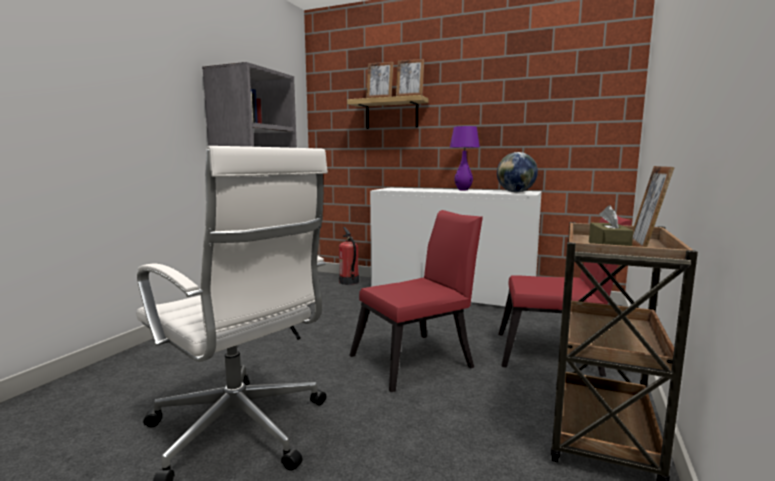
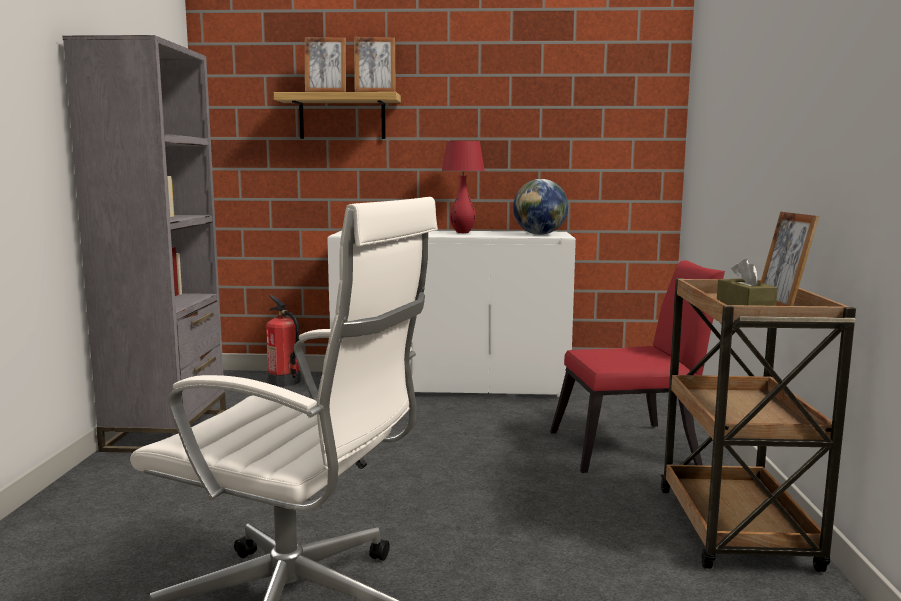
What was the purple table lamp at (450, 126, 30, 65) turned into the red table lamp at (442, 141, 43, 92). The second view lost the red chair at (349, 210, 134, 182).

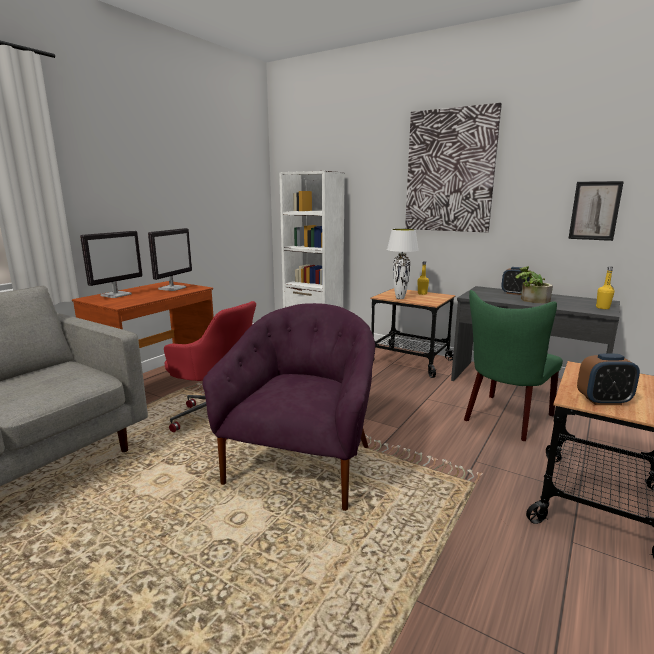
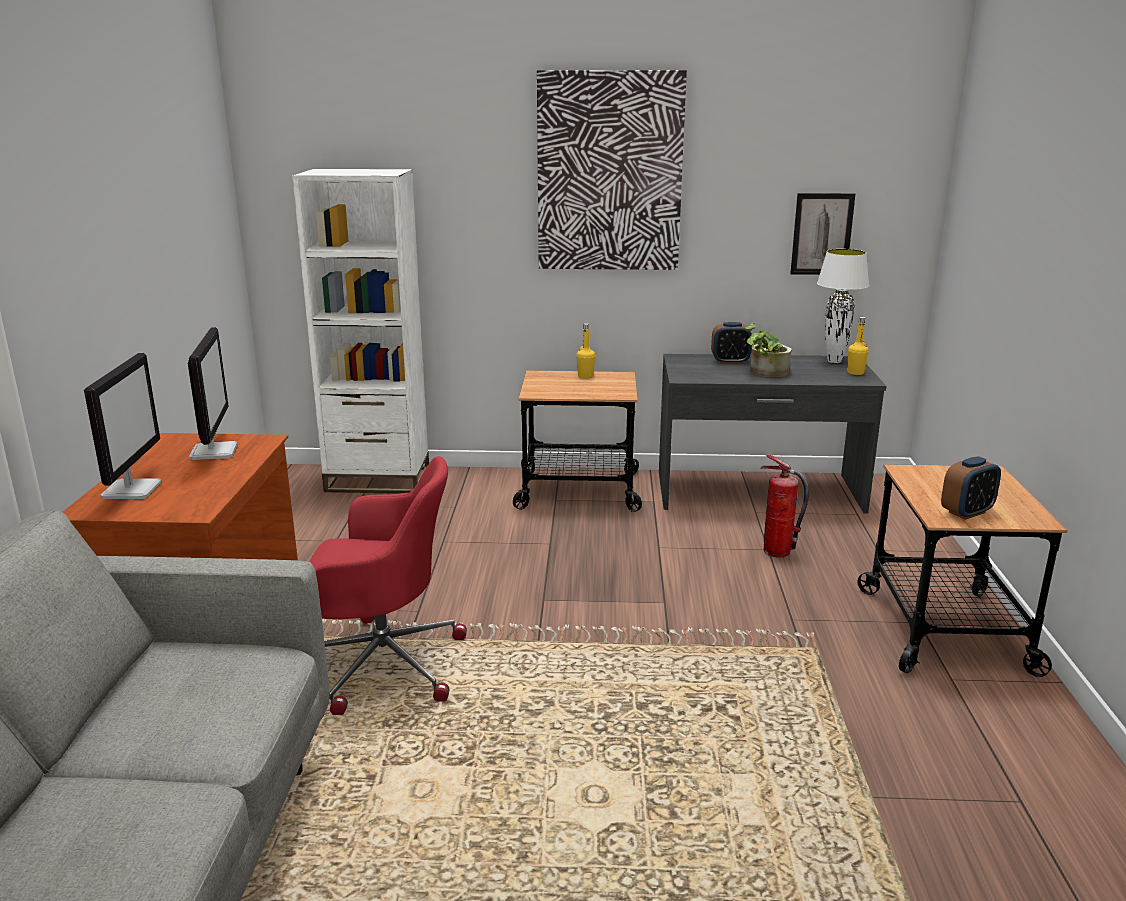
Where the green chair stood at (464, 290, 99, 151), the fire extinguisher came to stand at (760, 455, 49, 102). The white table lamp ended up elsewhere, having gone from (387, 229, 31, 70) to (817, 249, 52, 114). The second view lost the purple armchair at (202, 303, 173, 208).

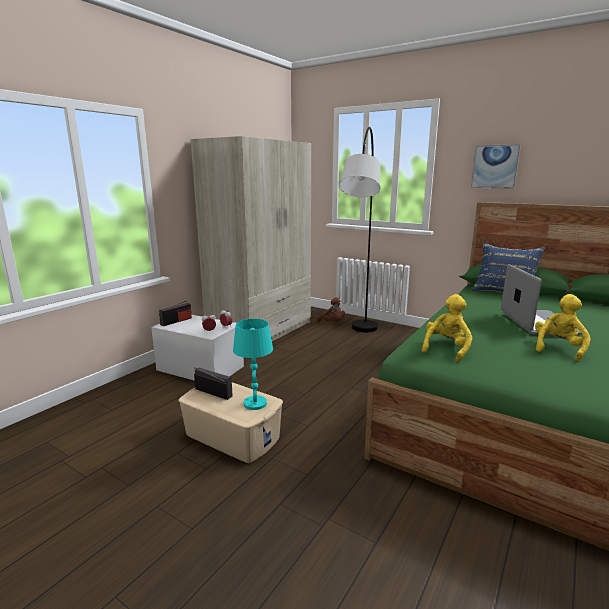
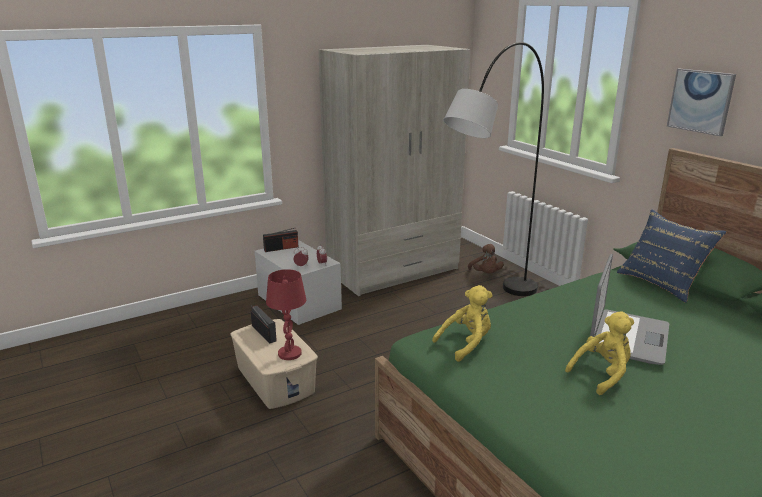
What was the turquoise table lamp at (233, 319, 40, 91) turned into the red table lamp at (266, 269, 40, 91).

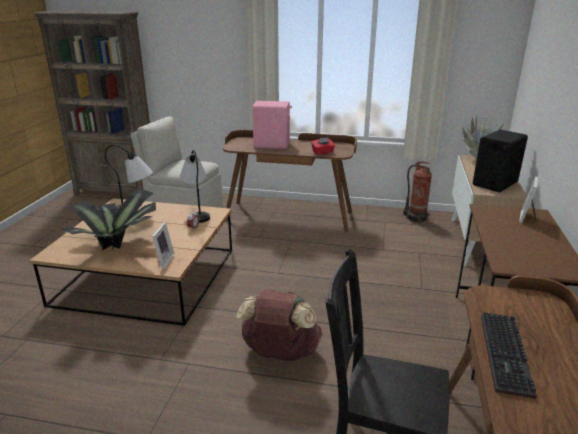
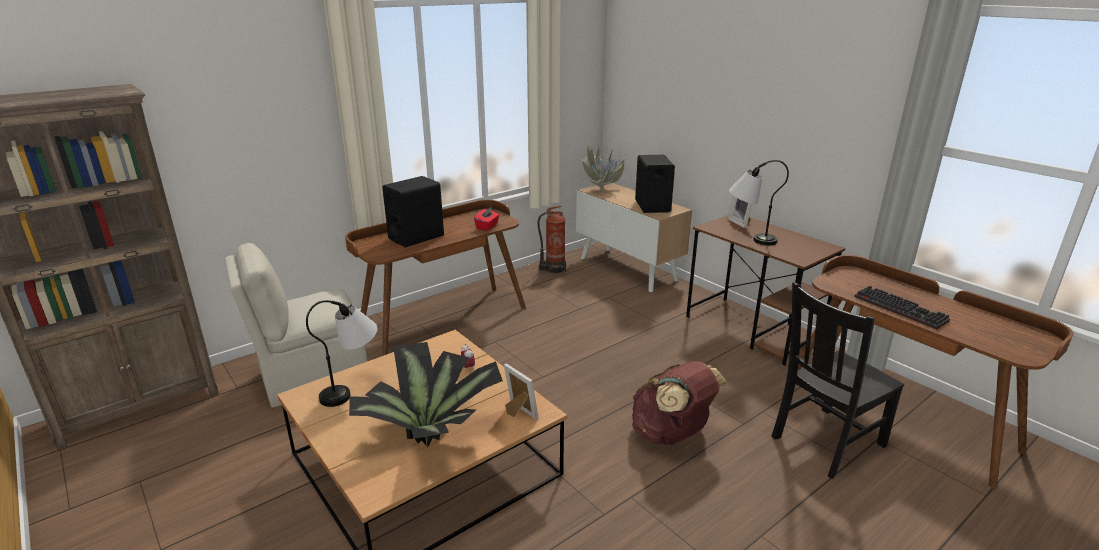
What was the pink speaker at (252, 101, 40, 48) turned into the black speaker at (382, 176, 62, 71). The table lamp ended up elsewhere, having gone from (180, 150, 30, 73) to (729, 160, 60, 85).

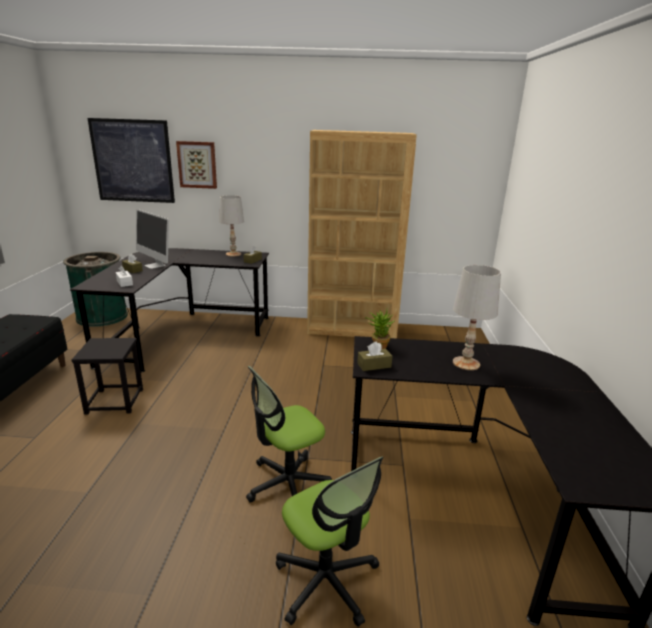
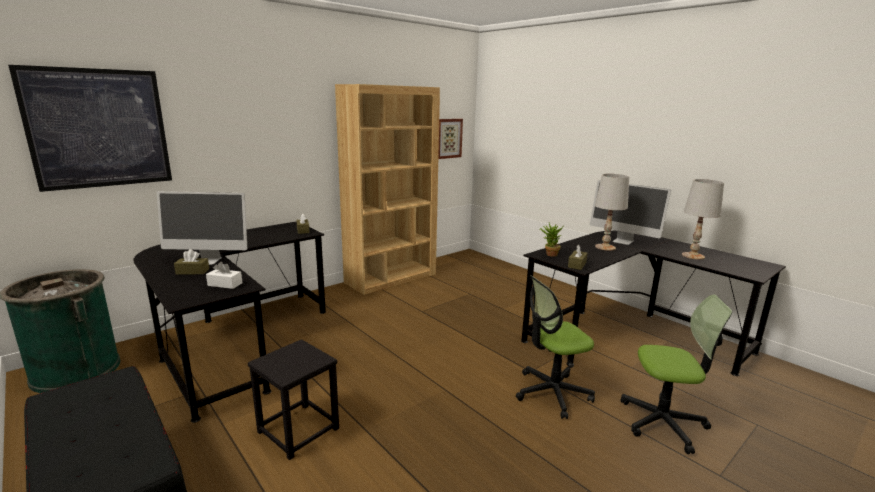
The picture ended up elsewhere, having gone from (176, 141, 41, 48) to (438, 119, 25, 40). The office chair at (246, 366, 86, 136) ended up facing another way, 60 degrees clockwise from before. The second view gained the monitor at (590, 180, 81, 65). The white table lamp ended up elsewhere, having gone from (219, 195, 25, 62) to (682, 179, 42, 81).

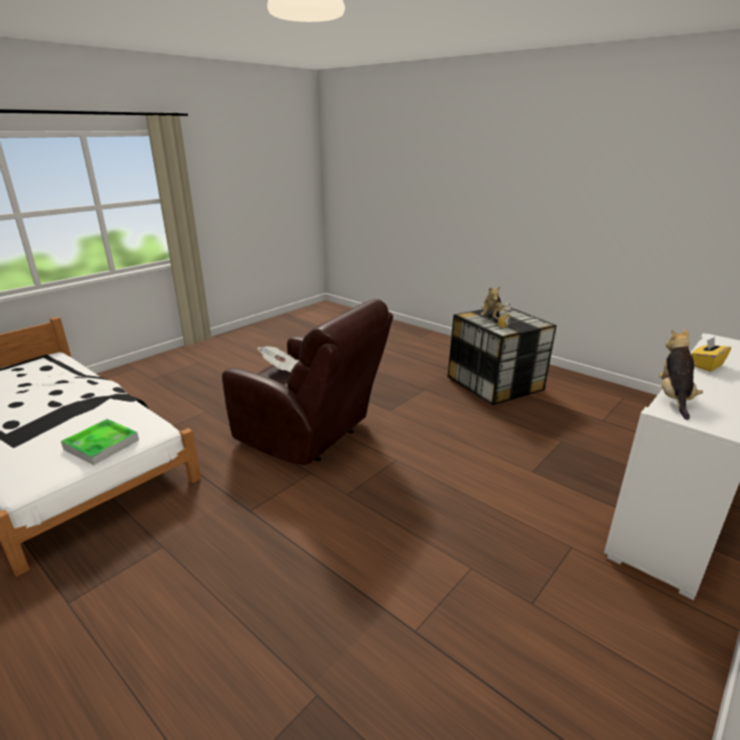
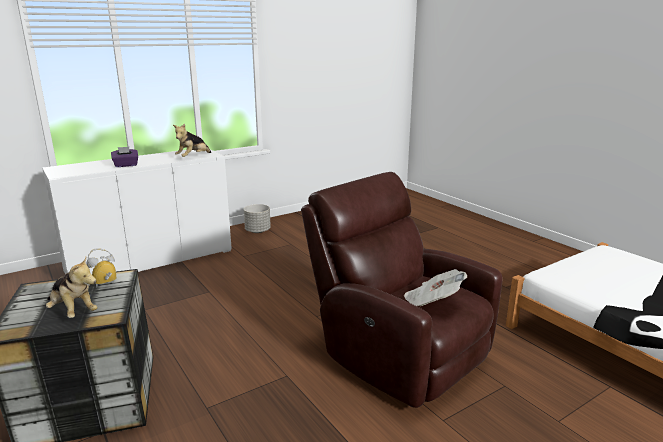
The plush toy at (481, 286, 22, 32) ended up facing another way, 90 degrees clockwise from before. What was the yellow tissue box at (692, 337, 39, 34) turned into the purple tissue box at (111, 147, 27, 20). The second view gained the grey planter at (244, 204, 27, 29). The second view lost the tray at (61, 419, 78, 46).

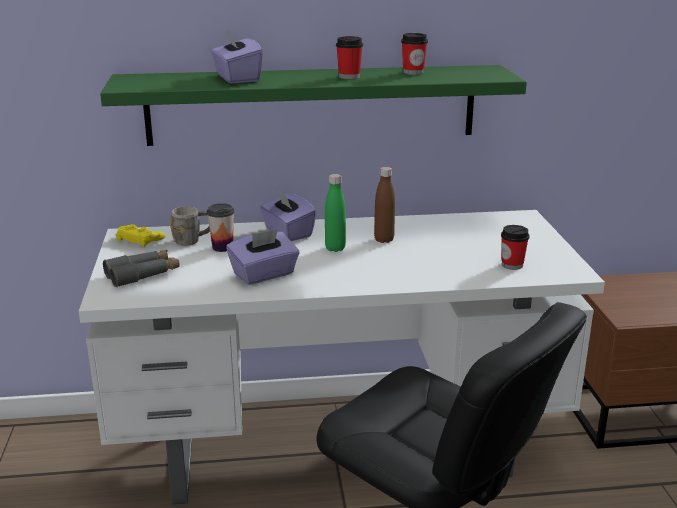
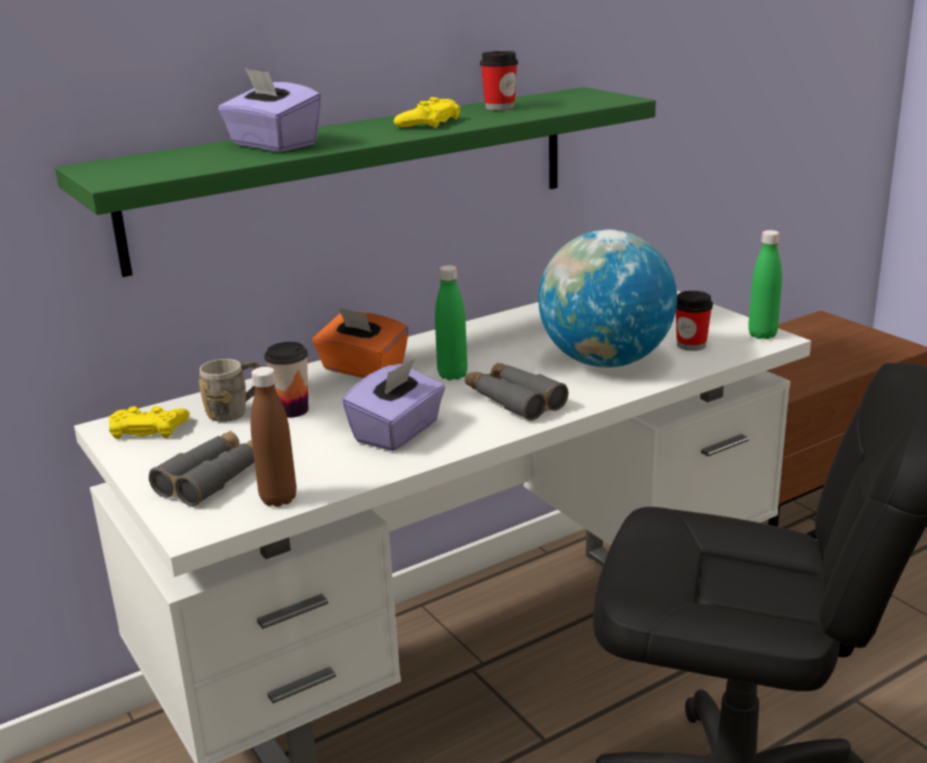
The brown bottle ended up elsewhere, having gone from (374, 167, 21, 76) to (251, 367, 46, 140). What was the purple tissue box at (260, 188, 56, 53) turned into the orange tissue box at (312, 307, 97, 72). Where the cup stood at (336, 36, 27, 43), the yellow game controller came to stand at (394, 97, 67, 31). The second view gained the grey binoculars at (465, 362, 103, 59). The second view gained the globe at (538, 230, 139, 138). The second view gained the green bottle at (748, 230, 34, 109).

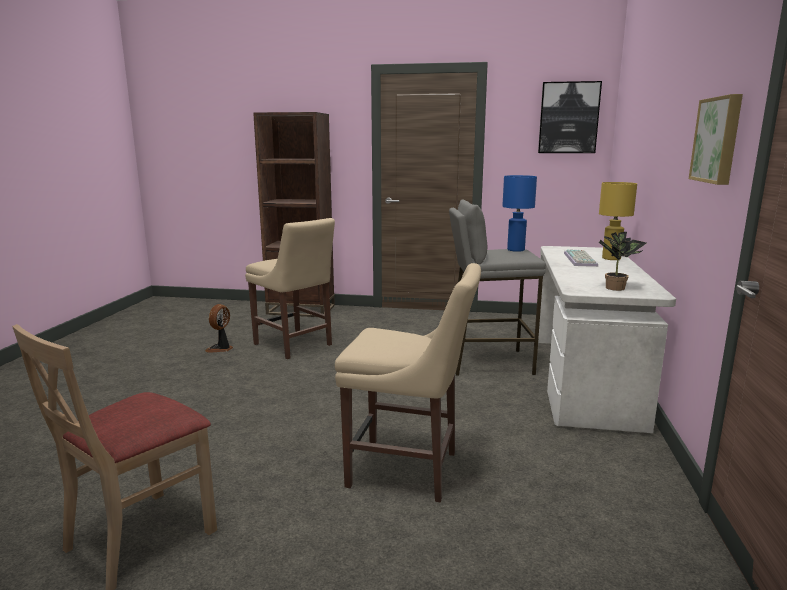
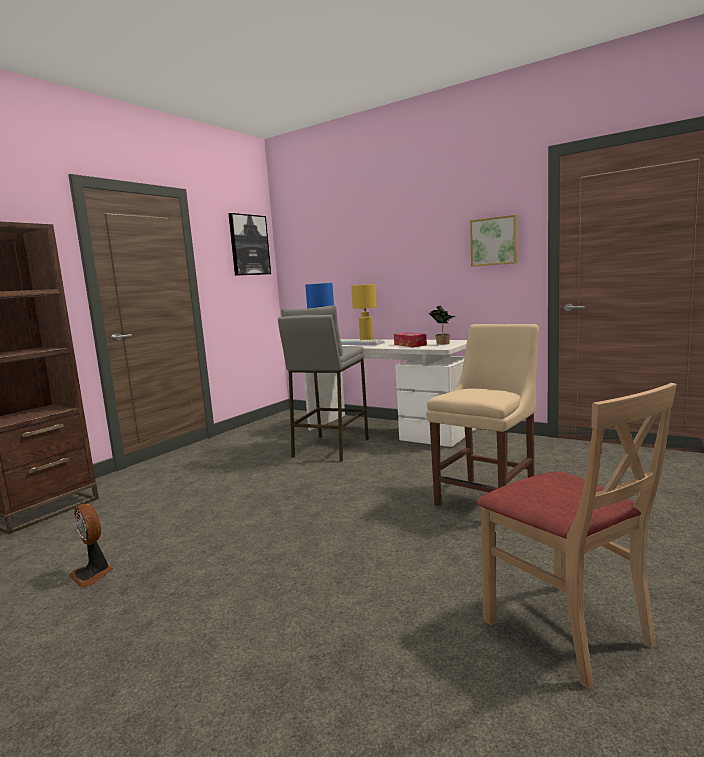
The second view gained the tissue box at (394, 332, 33, 15). The second view lost the beige chair at (245, 218, 90, 141).

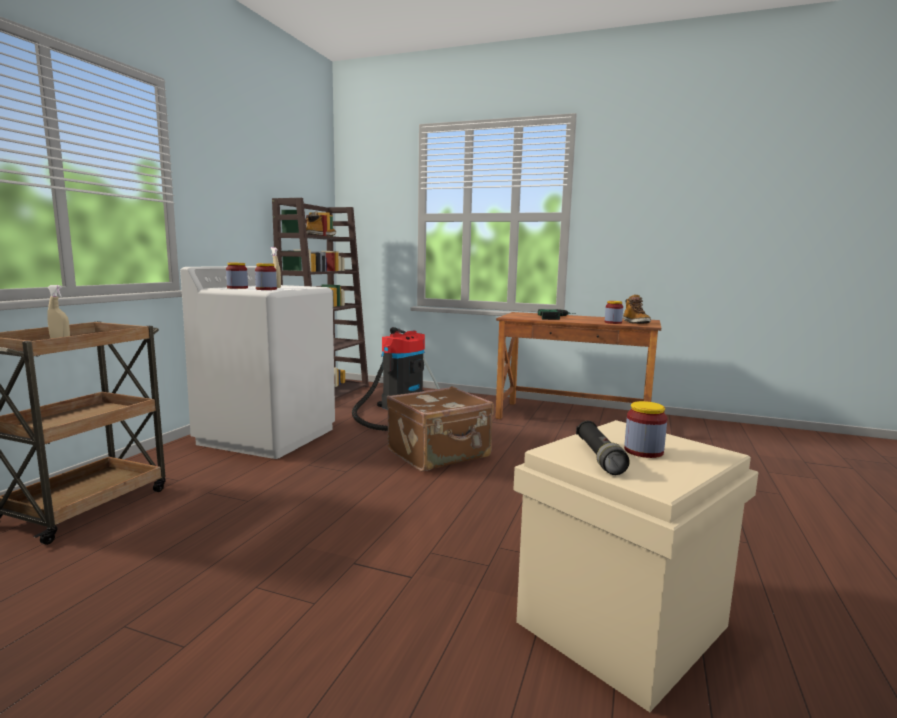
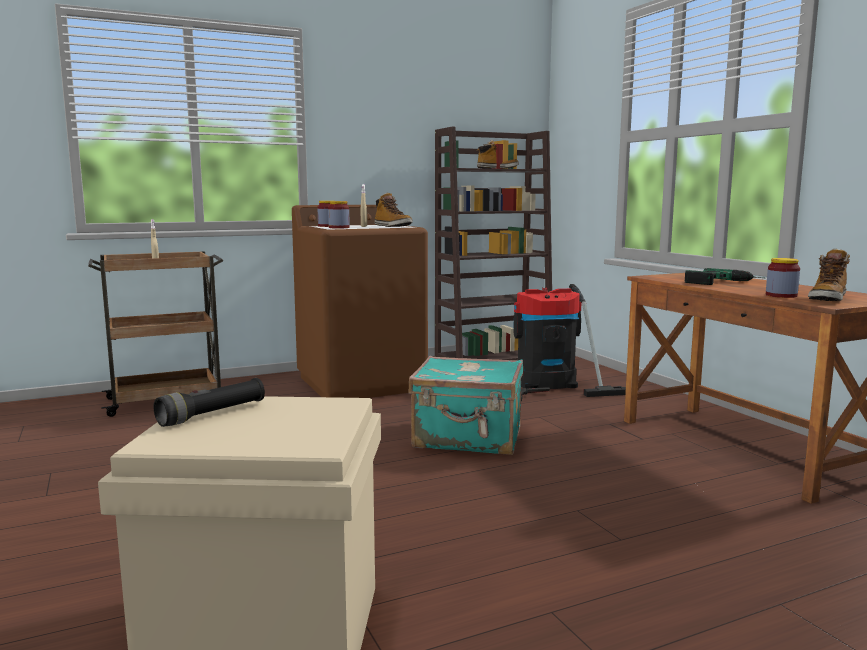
What was the white washing machine at (180, 266, 155, 193) turned into the brown washing machine at (292, 205, 136, 193). The second view gained the boot at (374, 193, 39, 34). What was the brown suitcase at (387, 386, 107, 86) turned into the turquoise suitcase at (408, 356, 115, 99). The second view lost the jar at (624, 401, 43, 57).

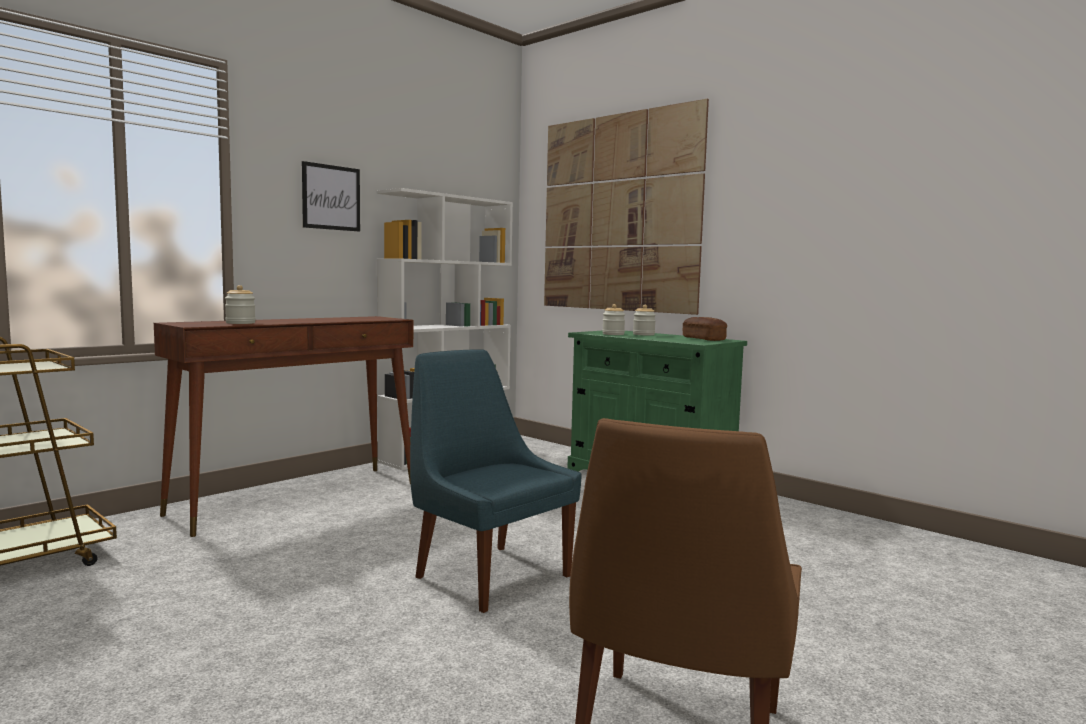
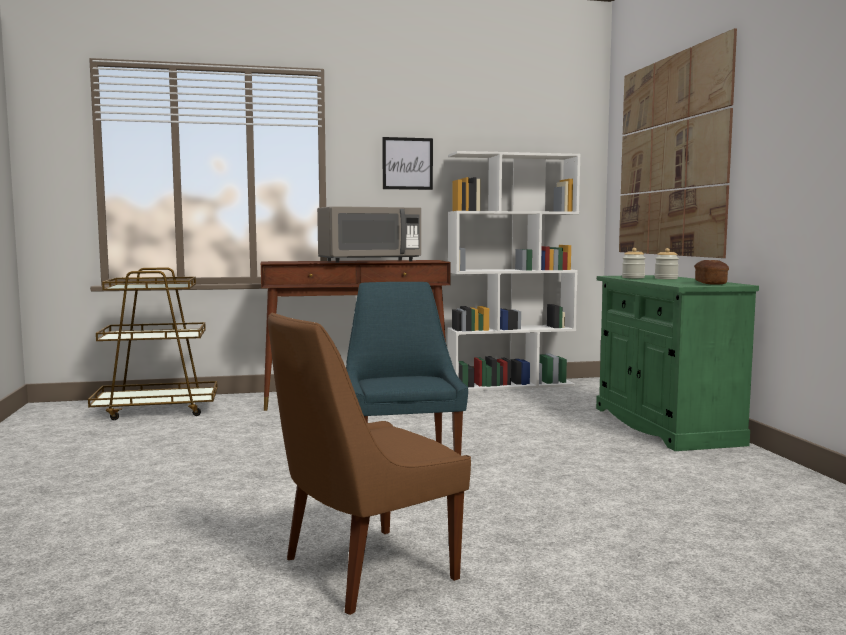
The second view gained the grey microwave at (317, 206, 104, 56). The second view lost the jar at (225, 285, 31, 39).

